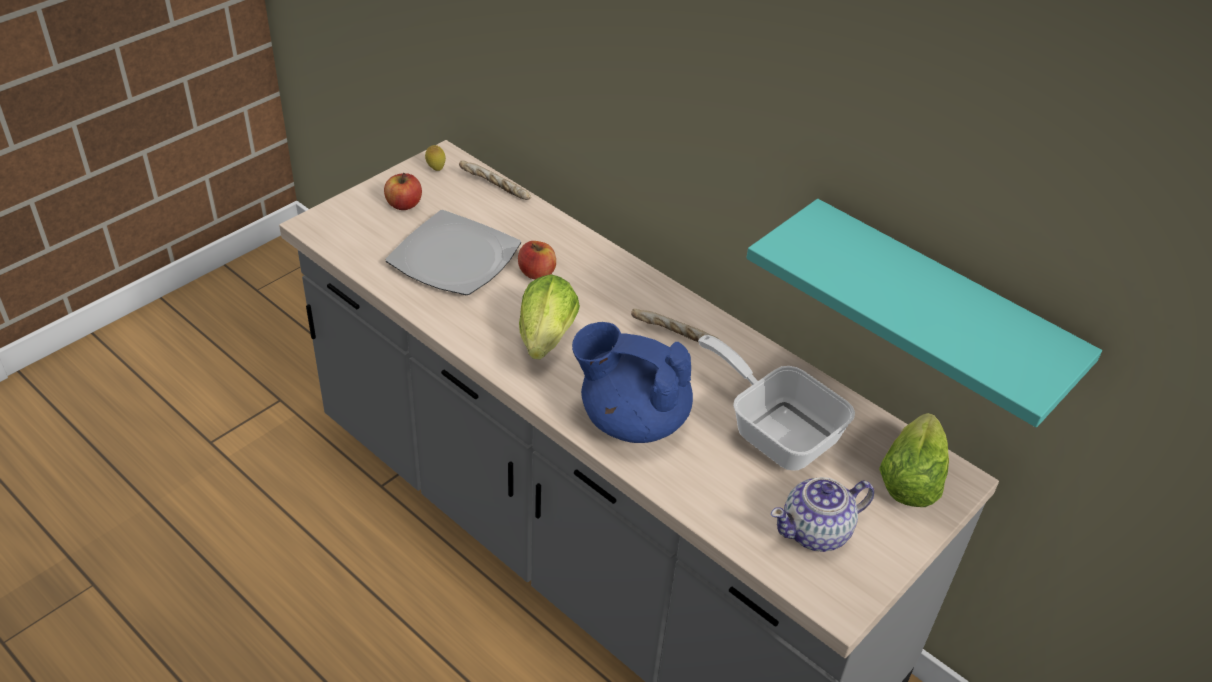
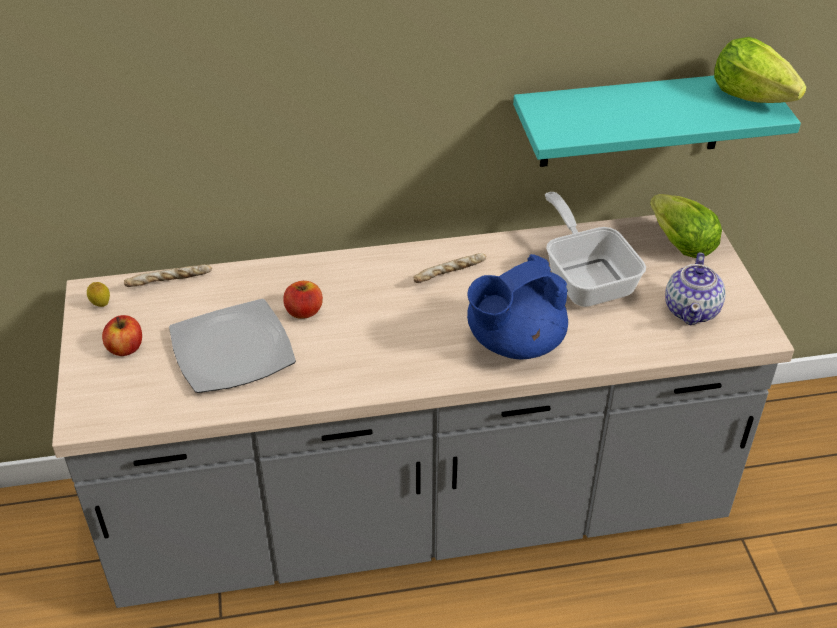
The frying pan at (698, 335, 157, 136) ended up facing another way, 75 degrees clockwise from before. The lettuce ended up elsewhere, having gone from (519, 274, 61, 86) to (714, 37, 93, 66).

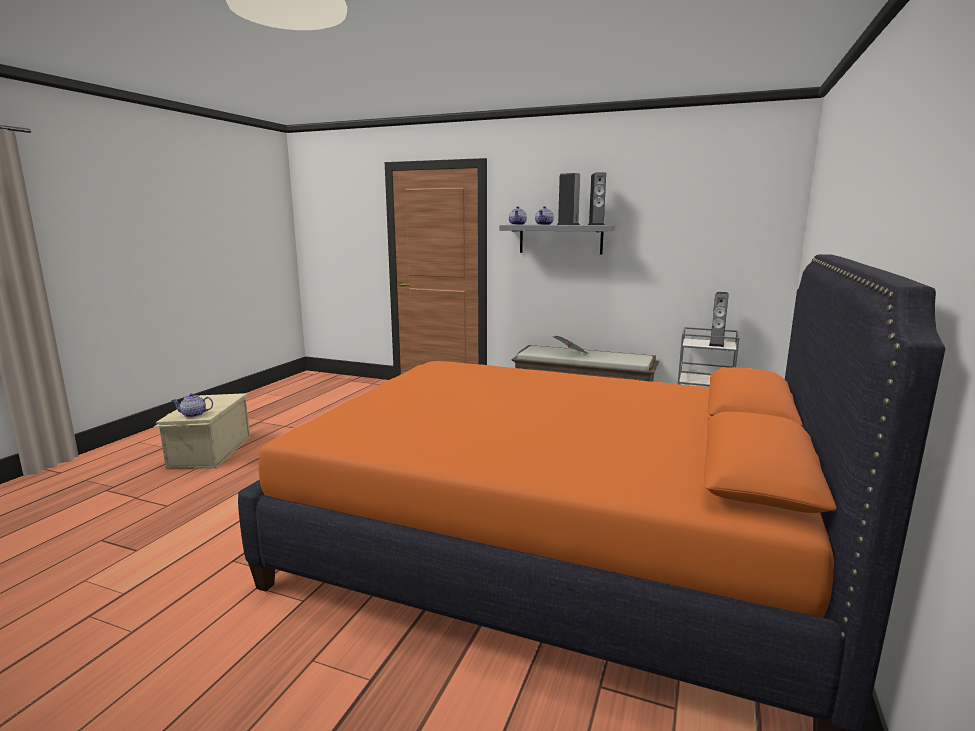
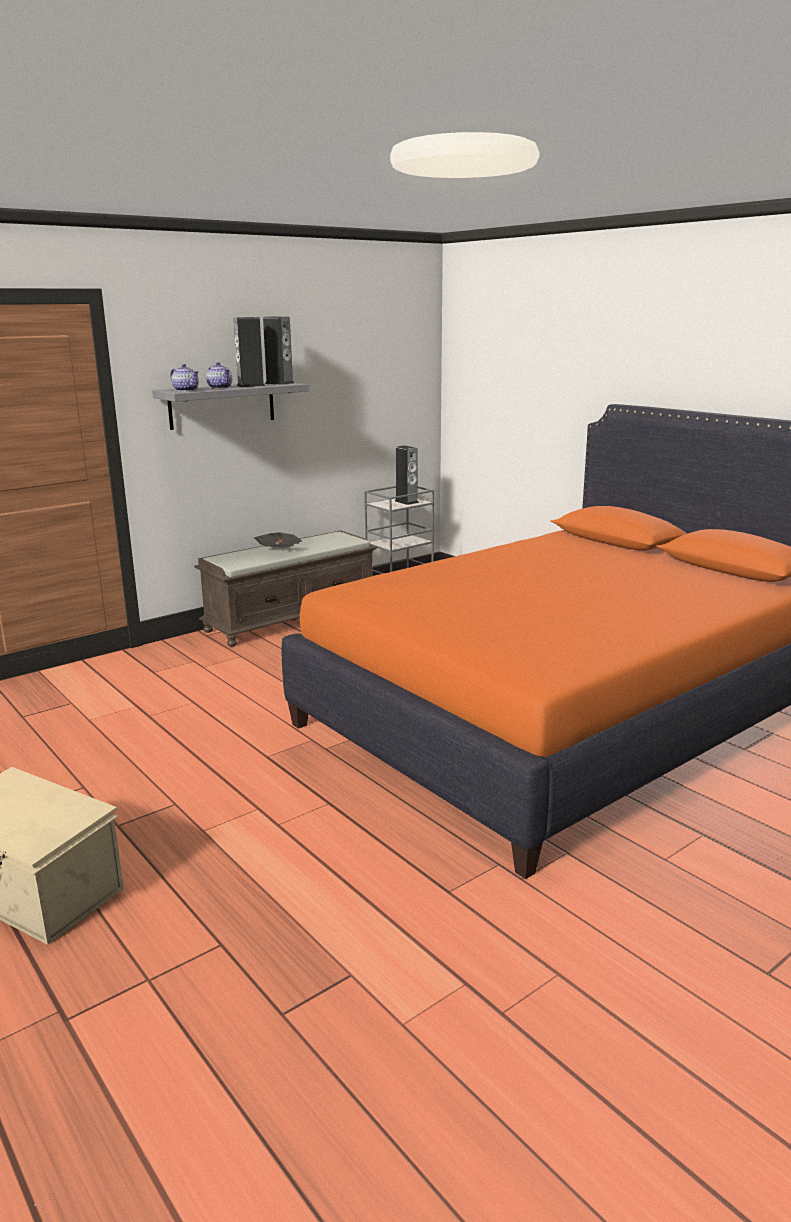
The second view lost the teapot at (171, 393, 42, 24).

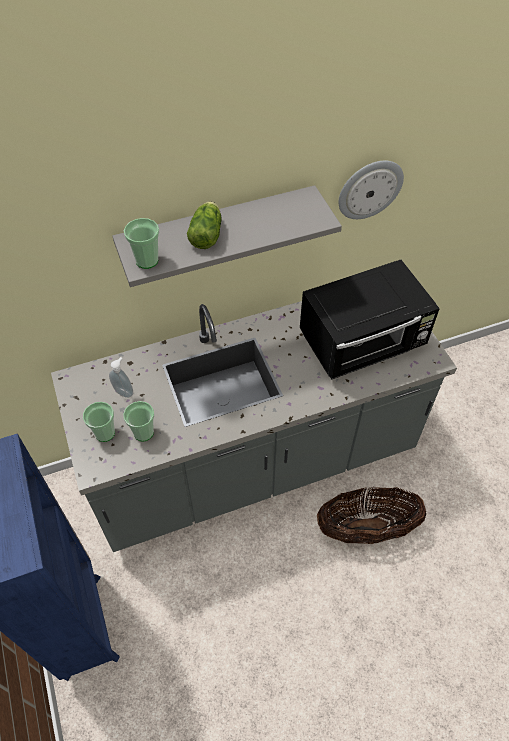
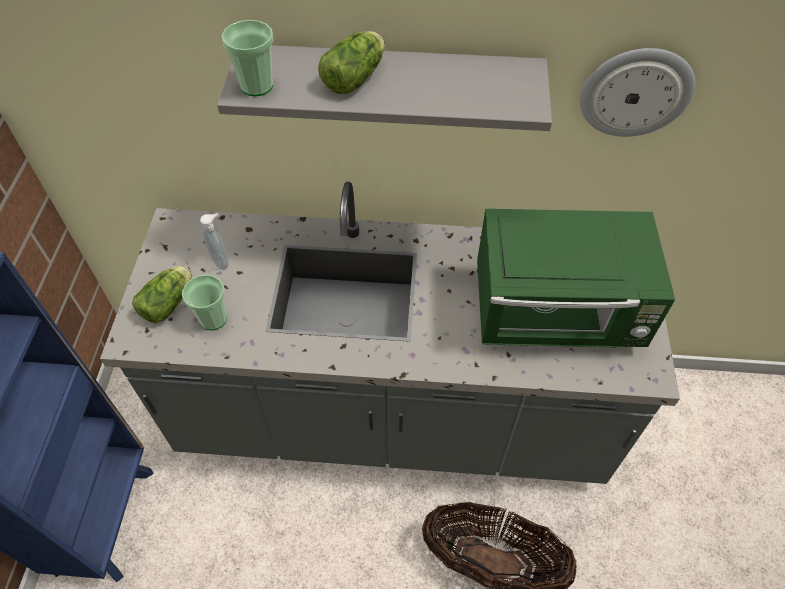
Where the cup stood at (83, 402, 32, 40), the lettuce came to stand at (132, 266, 60, 57). What was the black microwave at (300, 260, 140, 120) turned into the green microwave at (477, 209, 198, 138).

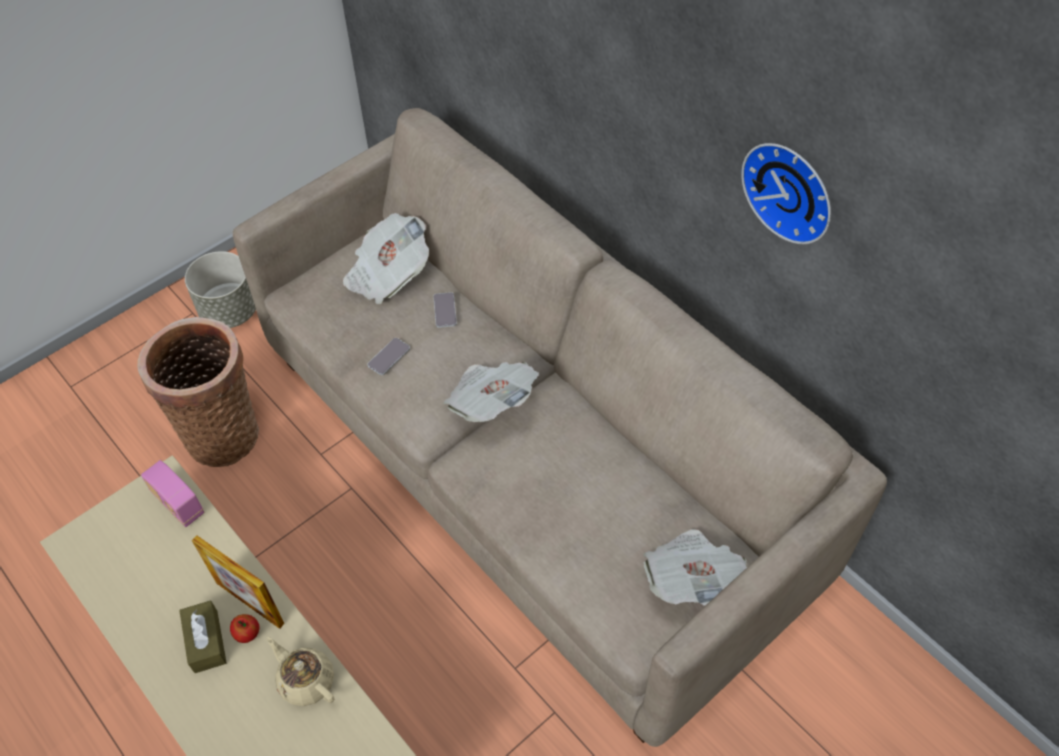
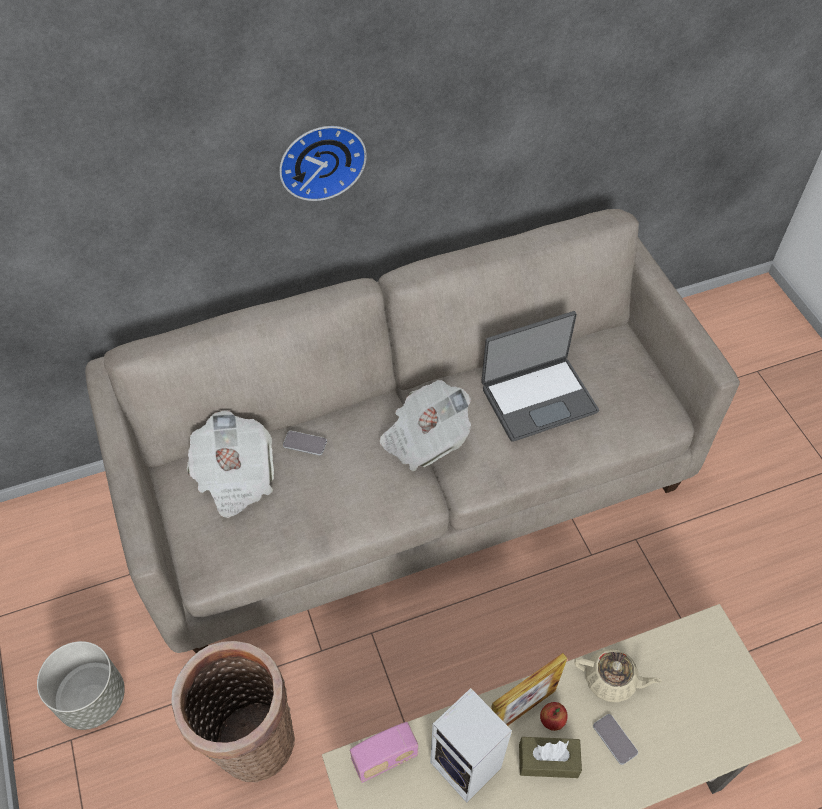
The wall clock ended up elsewhere, having gone from (741, 143, 90, 101) to (279, 126, 88, 75). The second view gained the speaker at (430, 688, 82, 115). The second view gained the laptop at (481, 311, 118, 131). The beige teapot at (266, 637, 68, 69) ended up facing another way, 135 degrees counterclockwise from before. The phone ended up elsewhere, having gone from (367, 338, 43, 37) to (593, 714, 45, 51). The second view lost the newspaper at (643, 529, 104, 77).

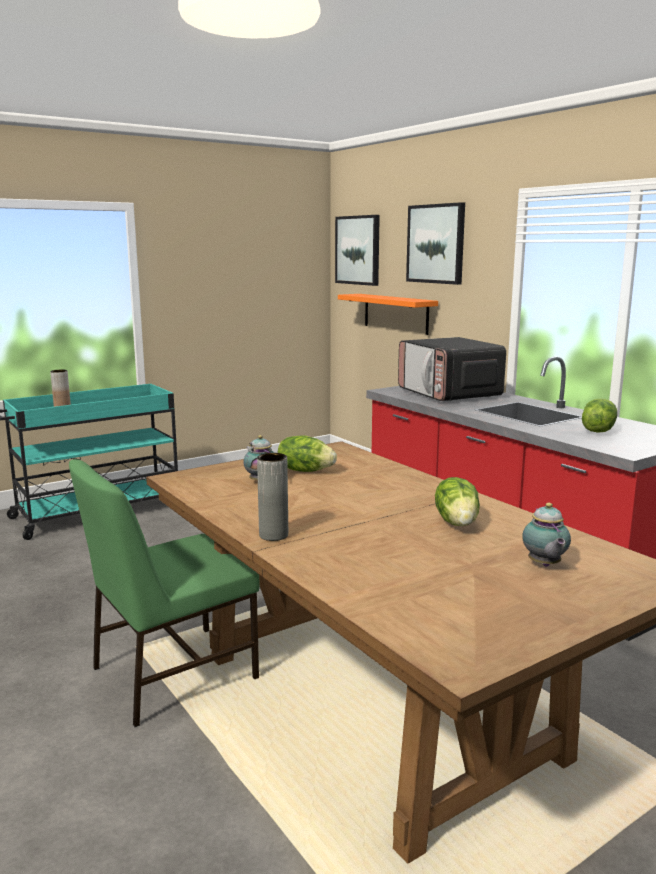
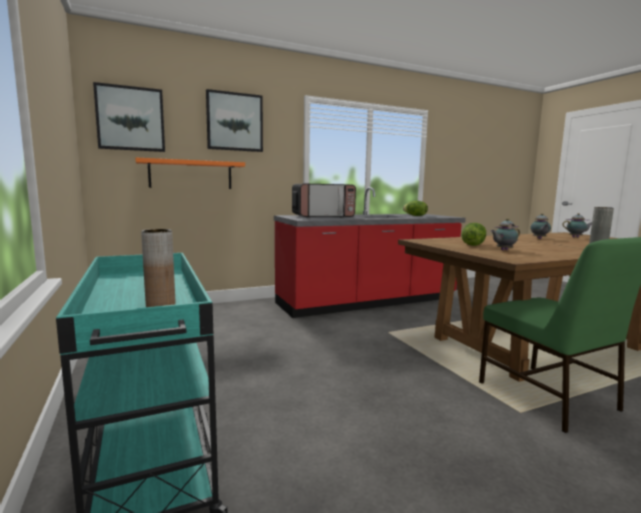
Where the lettuce stood at (435, 477, 45, 49), the teapot came to stand at (530, 213, 21, 26).

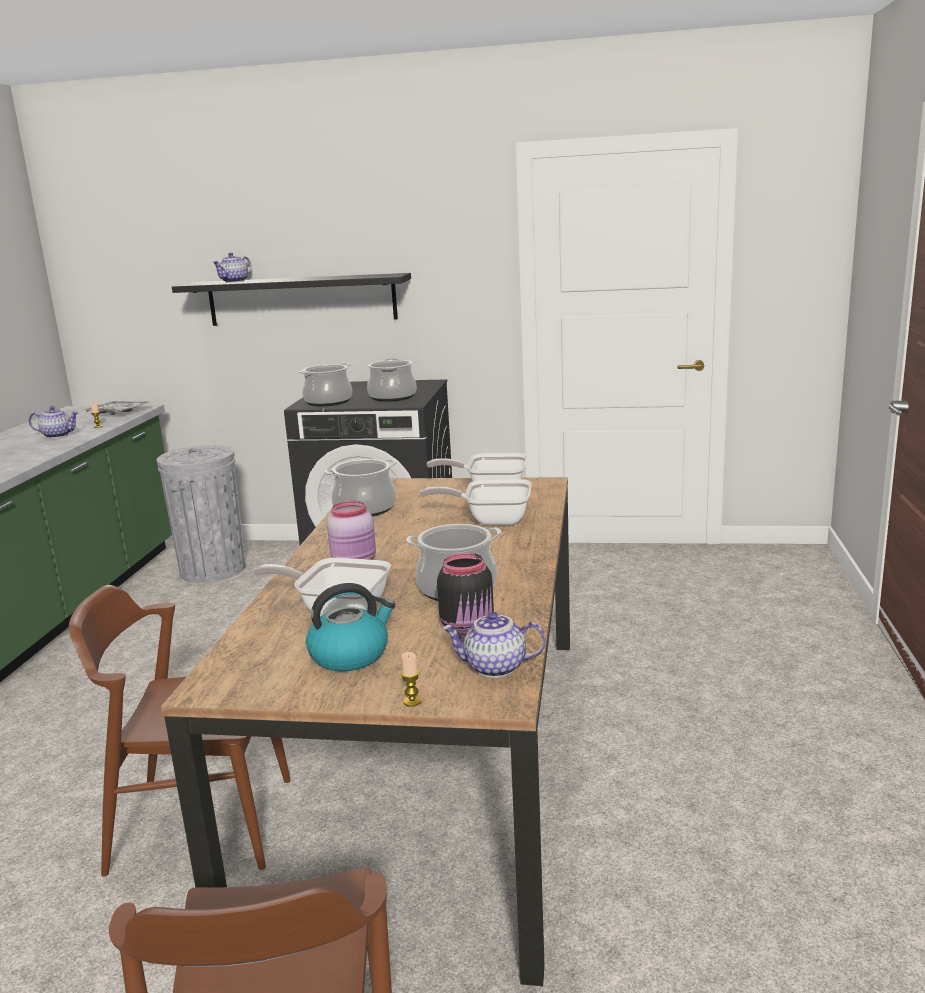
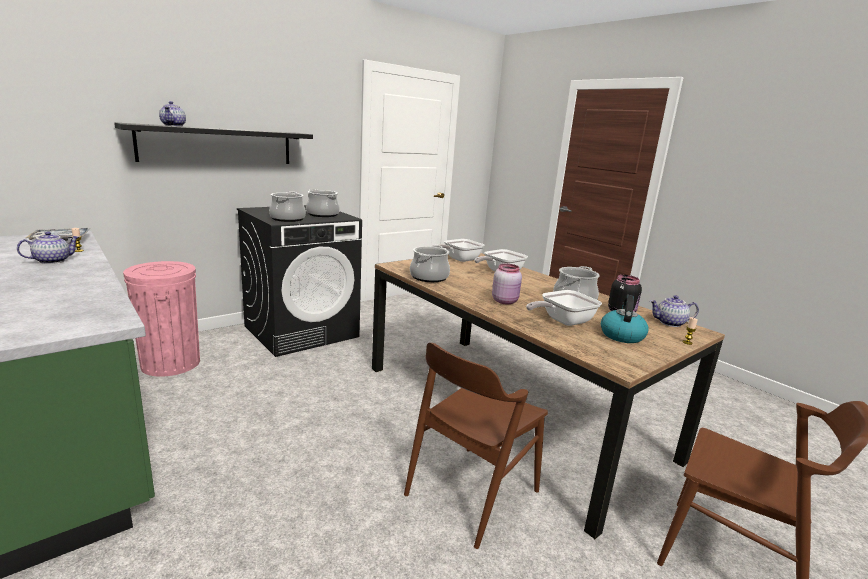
What was the grey trash can at (157, 445, 89, 138) turned into the pink trash can at (123, 261, 77, 116). The teapot at (442, 612, 104, 66) ended up facing another way, 45 degrees clockwise from before.

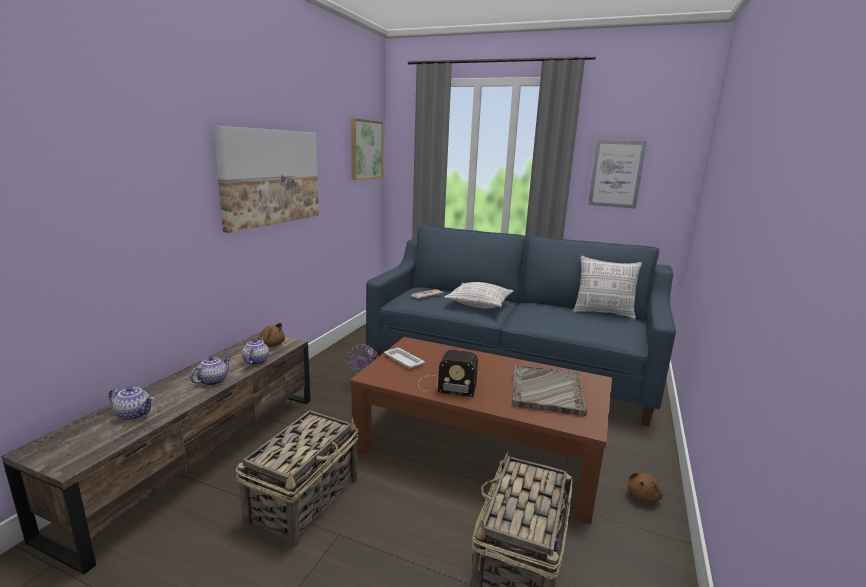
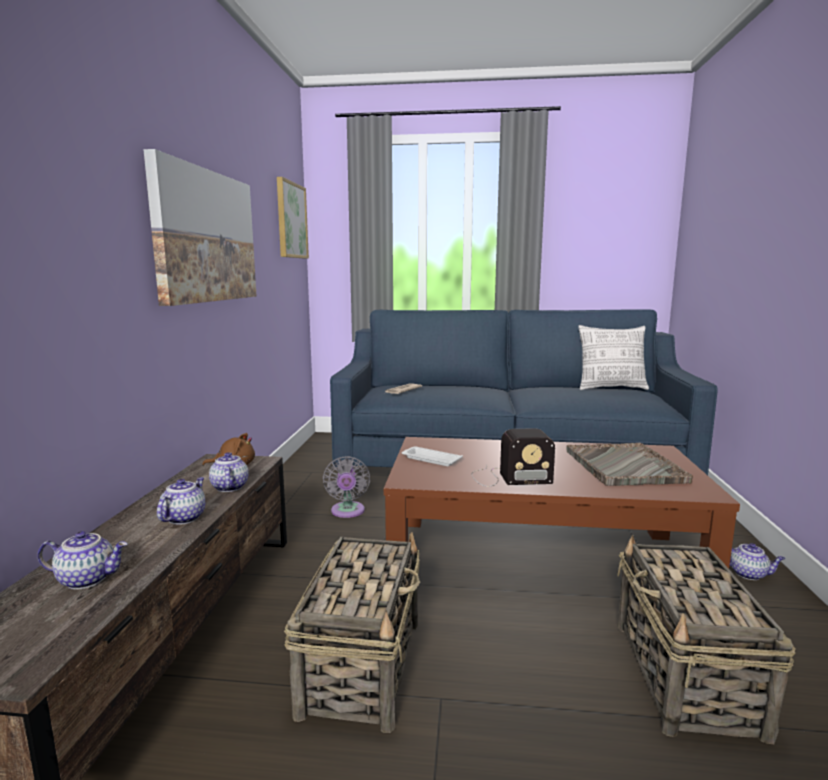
Where the brown plush toy stood at (627, 472, 36, 31), the teapot came to stand at (730, 543, 55, 37). The second view lost the pillow at (444, 282, 69, 26). The second view lost the picture at (588, 140, 59, 69).

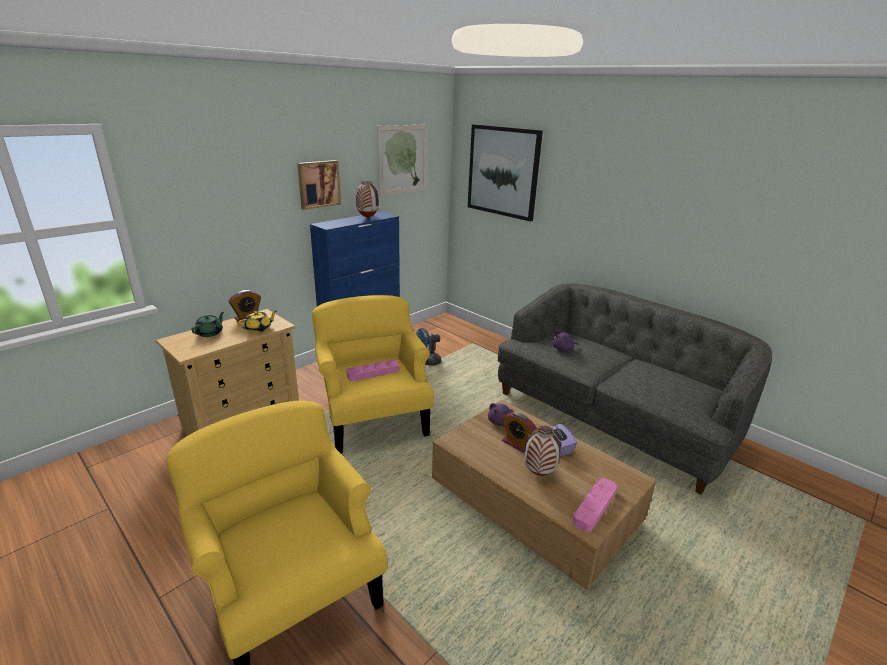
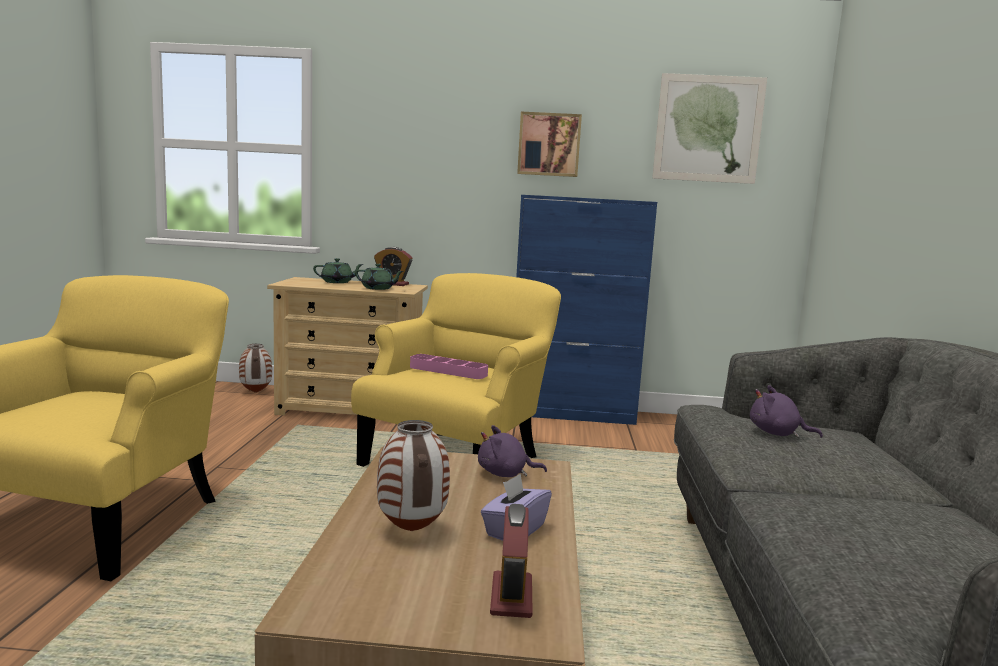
The vase ended up elsewhere, having gone from (356, 181, 23, 37) to (239, 344, 33, 49). What was the yellow teapot at (238, 311, 39, 22) turned into the green teapot at (355, 264, 49, 26). The alarm clock ended up elsewhere, having gone from (502, 412, 35, 41) to (490, 504, 43, 114). The second view lost the blue fan at (416, 328, 25, 38). The second view lost the picture at (468, 124, 75, 98). The second view lost the pink tray at (572, 478, 45, 54).

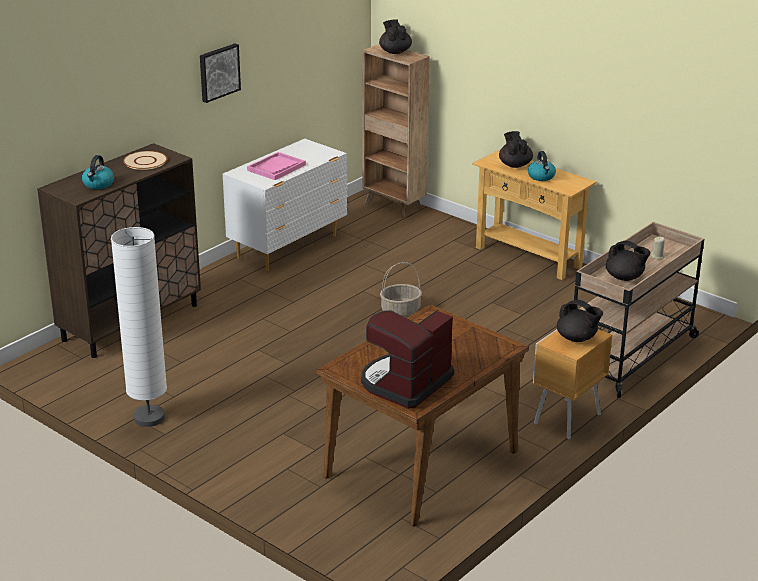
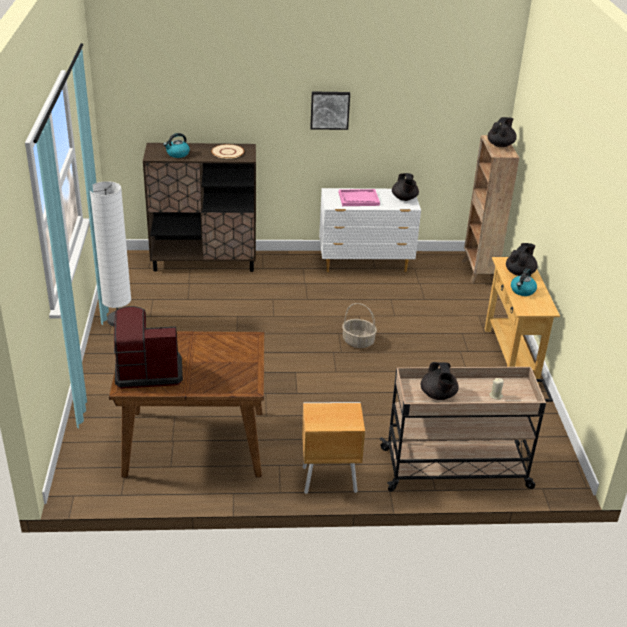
The black teapot ended up elsewhere, having gone from (557, 300, 46, 42) to (392, 173, 27, 28).

